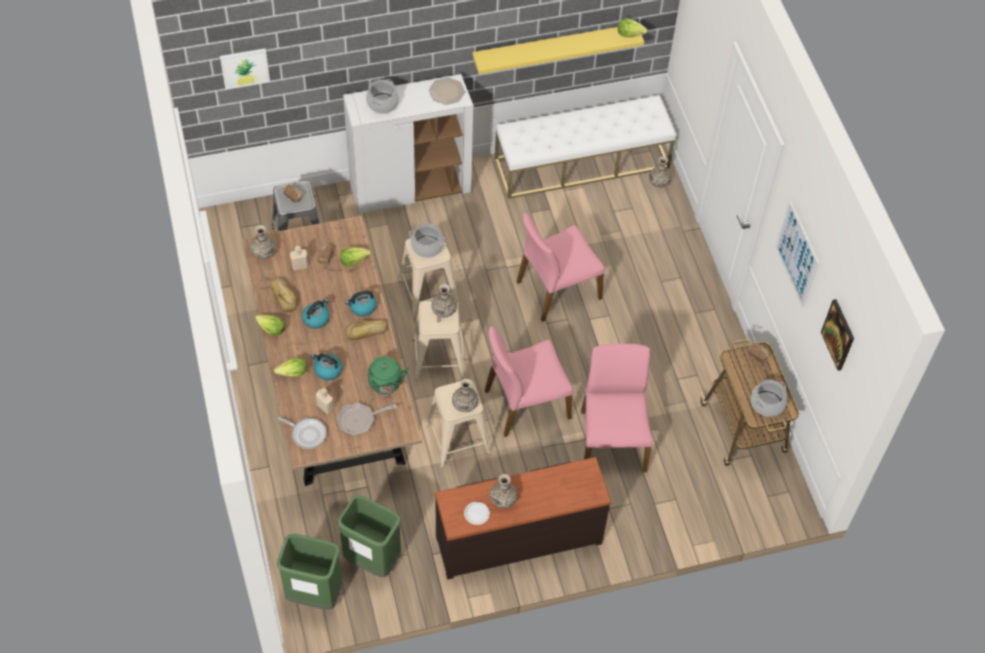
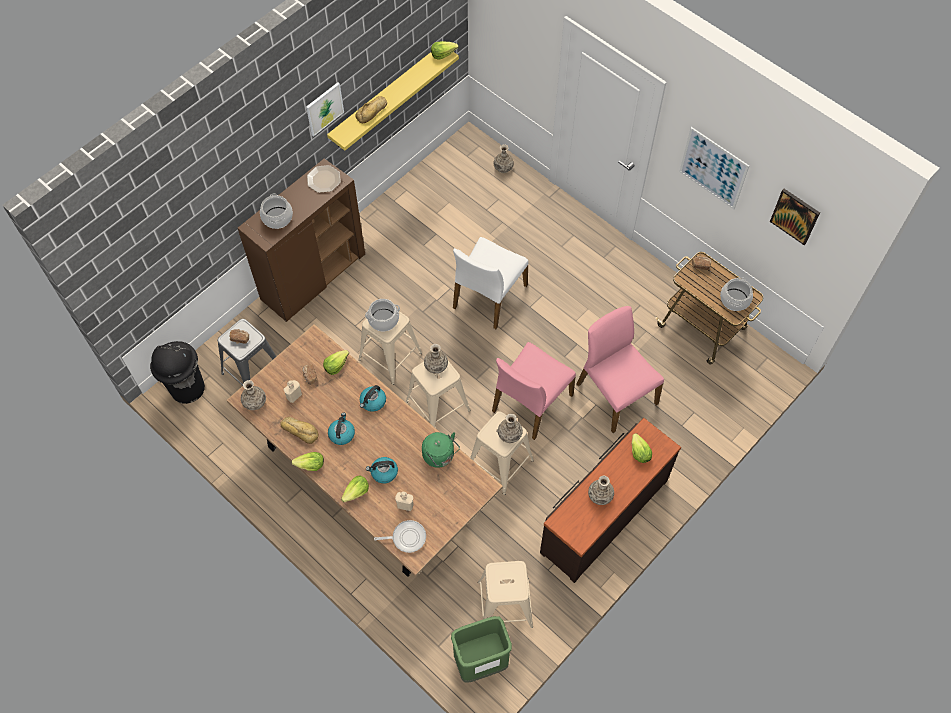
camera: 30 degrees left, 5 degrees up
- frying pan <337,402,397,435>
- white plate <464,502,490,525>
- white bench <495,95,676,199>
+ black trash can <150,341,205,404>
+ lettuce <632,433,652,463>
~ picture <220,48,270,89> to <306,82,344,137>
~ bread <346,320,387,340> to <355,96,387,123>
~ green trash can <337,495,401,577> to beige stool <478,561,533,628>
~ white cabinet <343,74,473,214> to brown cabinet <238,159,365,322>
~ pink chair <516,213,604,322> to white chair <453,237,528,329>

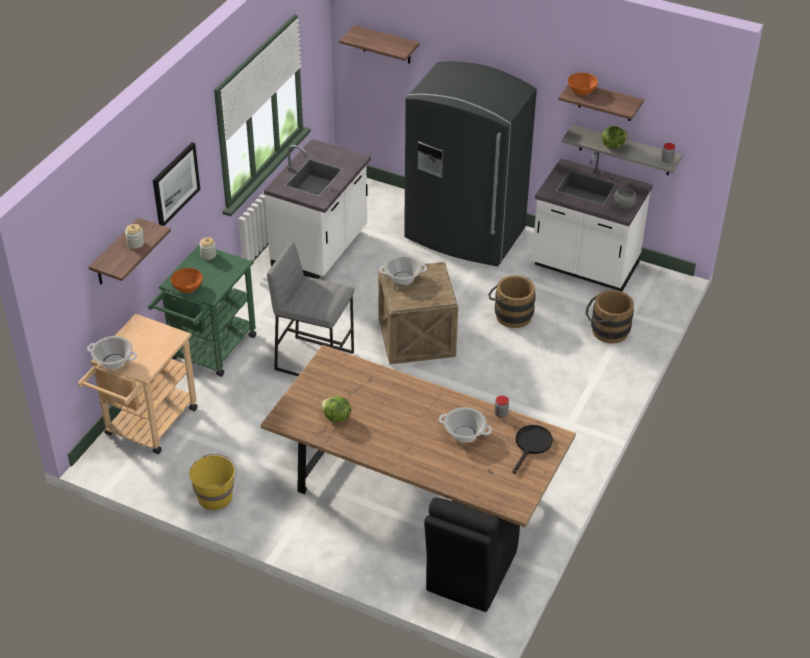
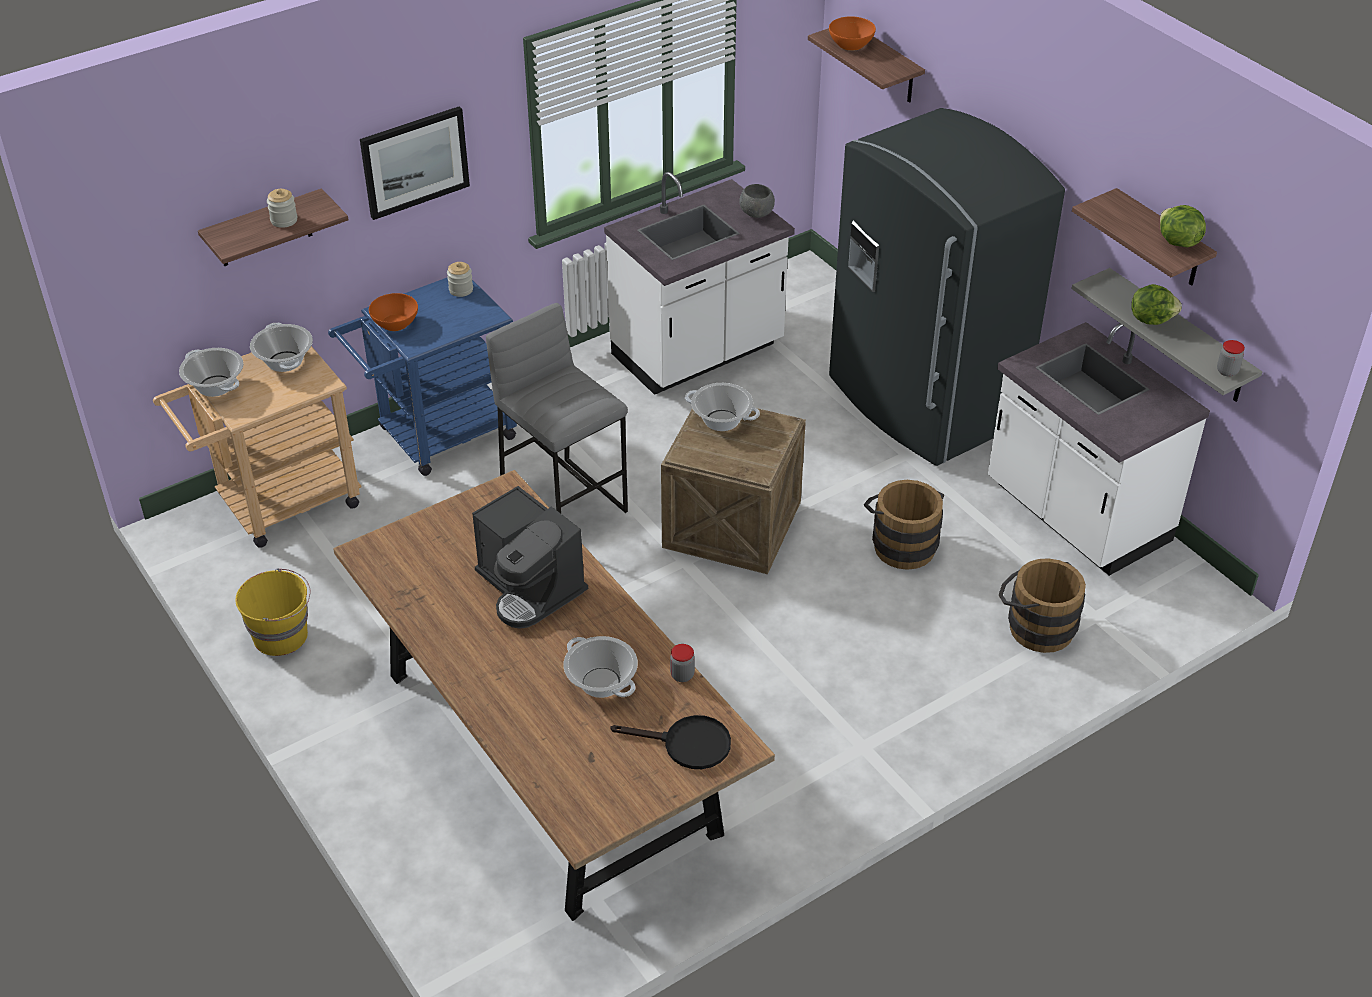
camera: 30 degrees right, 0 degrees up
- black chair <424,498,520,612>
+ cooking pot <250,322,313,372>
+ coffee machine <472,486,588,629>
~ lettuce <321,396,351,422> to <1160,205,1206,248>
~ orange bowl <568,73,598,95> to <829,16,876,51>
~ grey bowl <613,187,637,209> to <739,184,775,218>
~ green cart <148,245,256,377> to blue cart <328,278,517,476>
~ black frying pan <512,425,553,474> = <610,715,731,769> 45 degrees clockwise

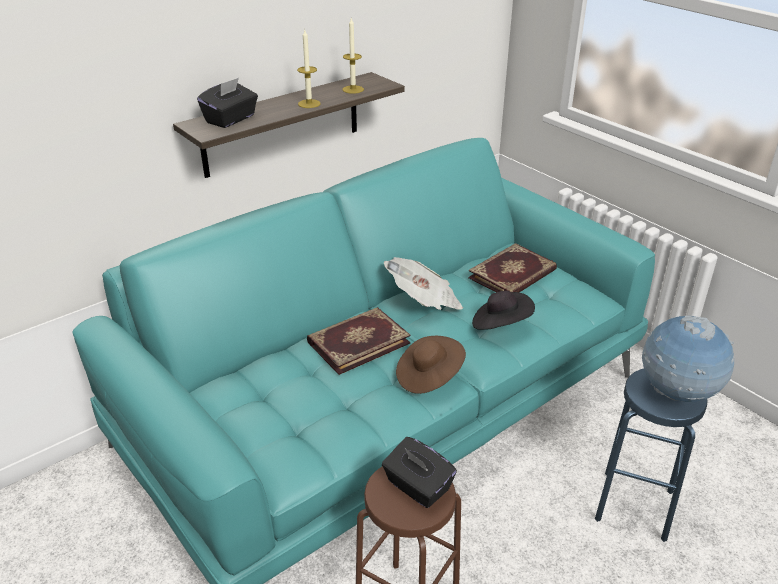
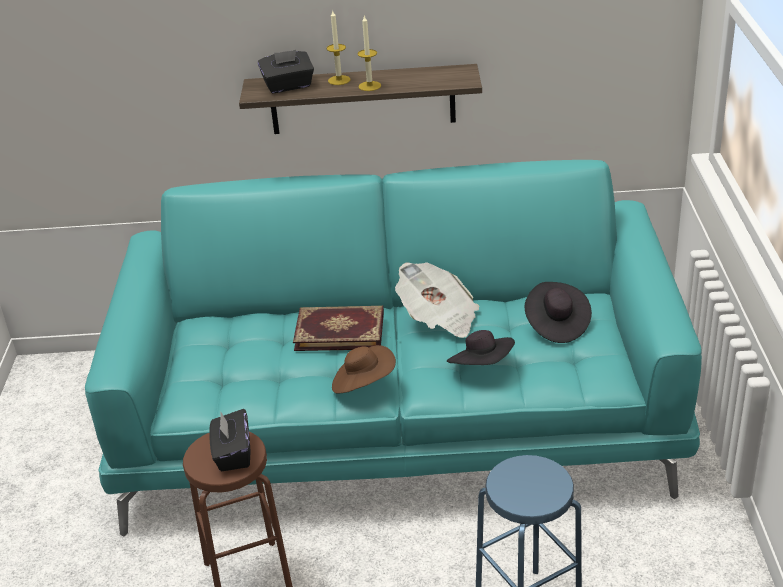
camera: 40 degrees right, 0 degrees up
- globe <642,315,735,402>
~ candle <343,18,364,94> to <326,9,351,85>
~ book <468,243,557,293> to black hat <525,282,592,343>

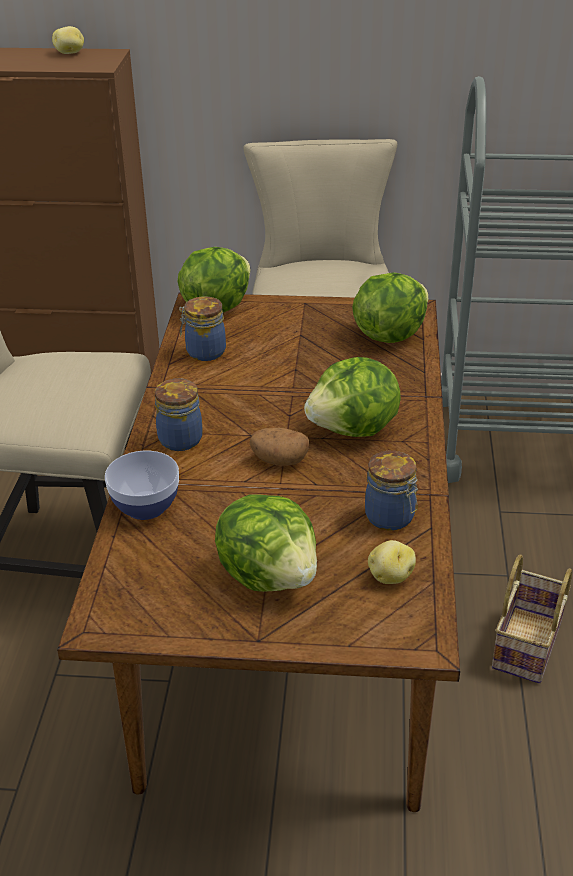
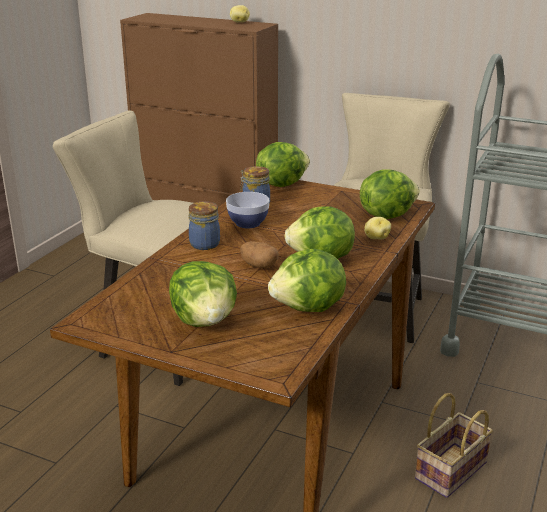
camera: 20 degrees right, 10 degrees down
~ bowl <105,451,179,520> to <226,192,269,228>
~ potato <368,540,416,584> to <365,217,391,240>
~ jar <365,451,418,530> to lettuce <268,249,346,312>

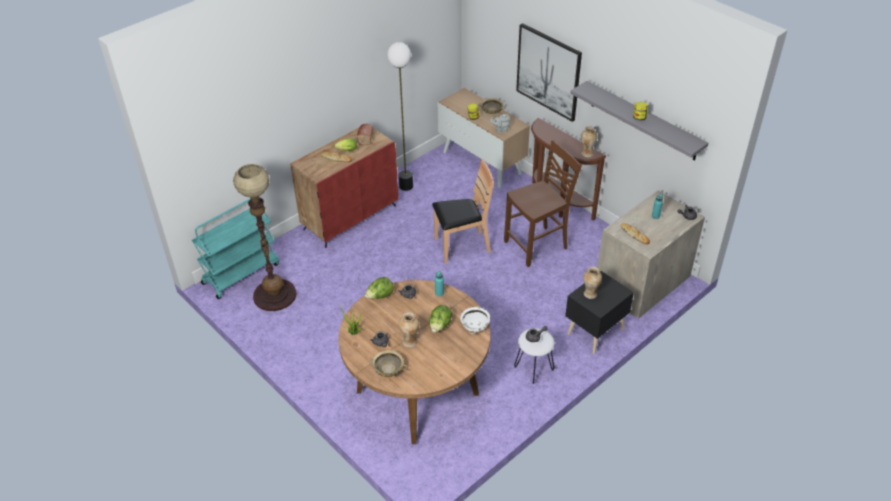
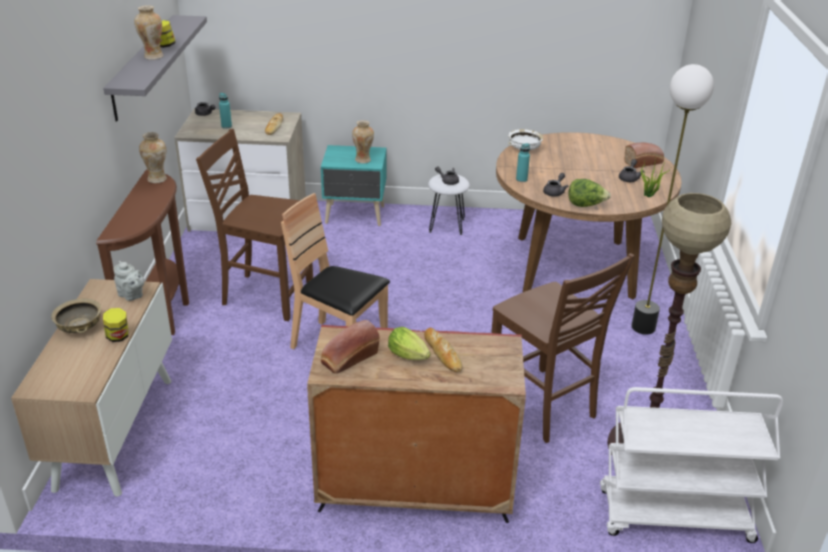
camera: 135 degrees left, 10 degrees down
- lettuce <429,305,452,333>
- picture <516,23,582,122>
+ brown chair <491,253,635,443>
~ floor lamp <387,42,413,191> to <632,64,714,335>
~ vase <399,312,419,348> to <134,5,164,60>
~ beige bowl <369,350,407,377> to bread <624,143,664,168>
~ turquoise cart <192,197,279,299> to white cart <600,387,783,543>
~ black nightstand <565,271,634,354> to turquoise nightstand <321,145,386,226>

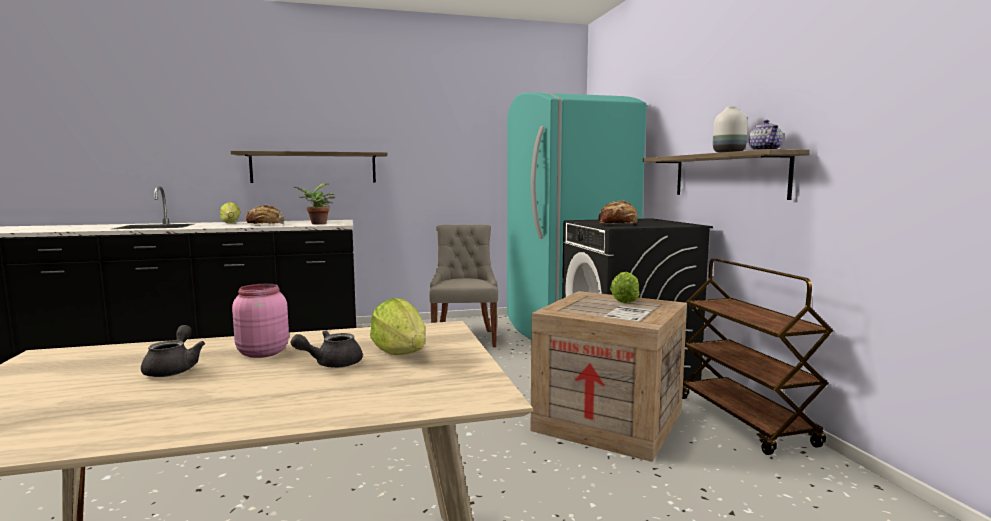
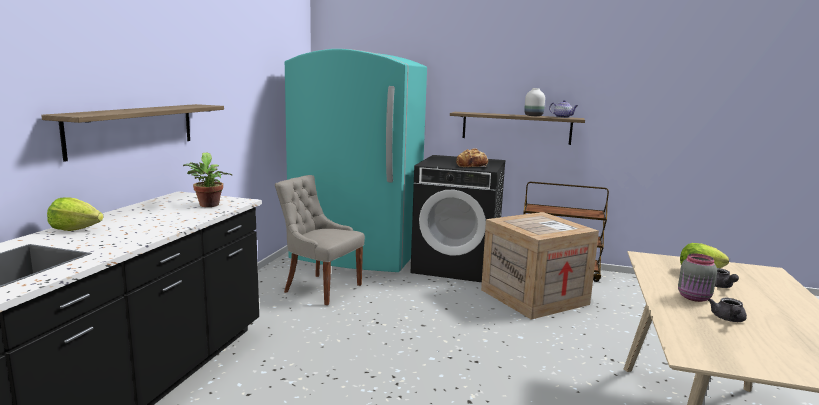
camera: 60 degrees left, 5 degrees up
- bread <246,204,285,224>
- lettuce <610,272,639,303>
~ pink jar <232,284,289,358> to grey jar <678,253,717,302>
~ grey teapot <141,325,205,377> = <708,298,747,322> 90 degrees counterclockwise

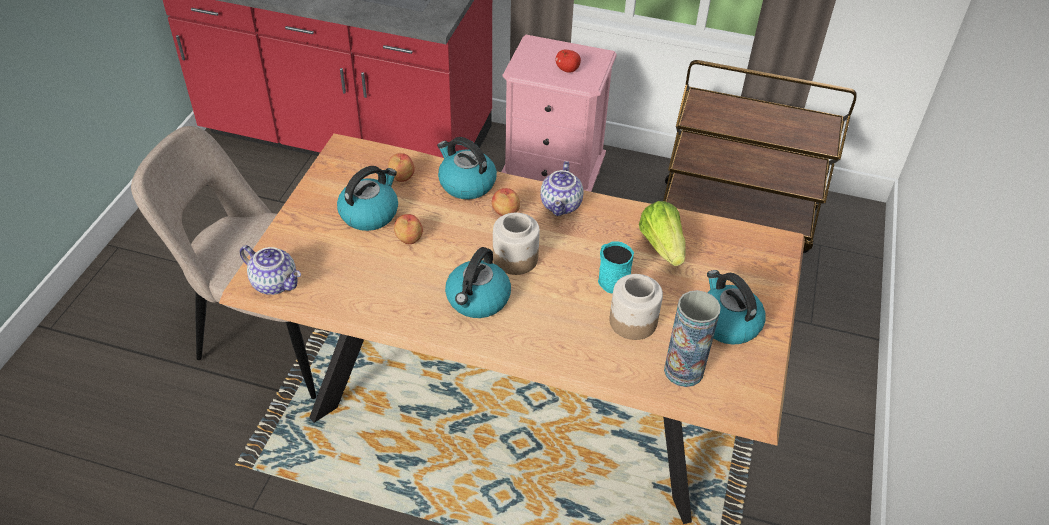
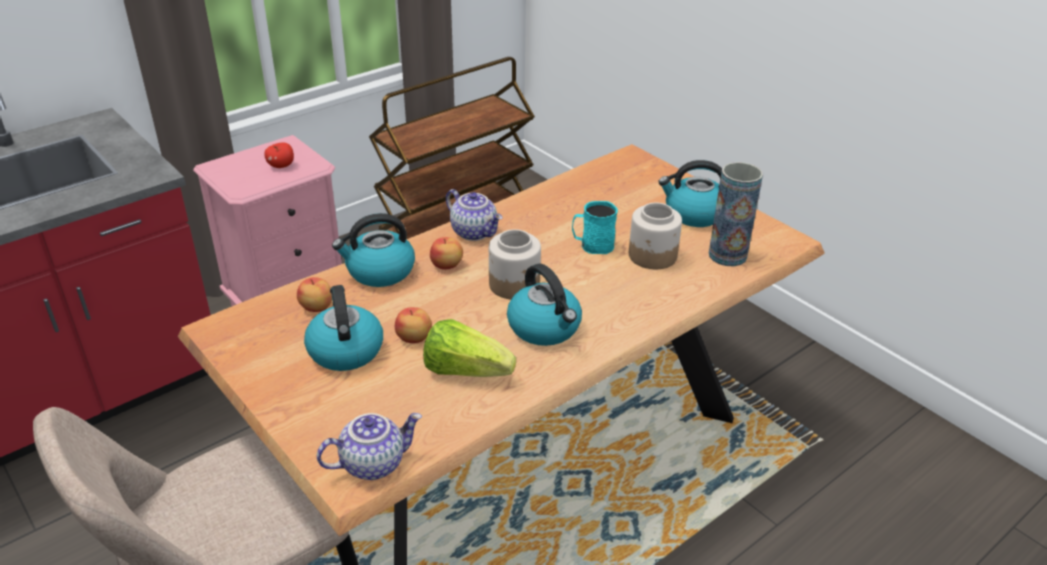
camera: 55 degrees left, 10 degrees down
~ lettuce <639,201,686,266> to <423,319,516,377>

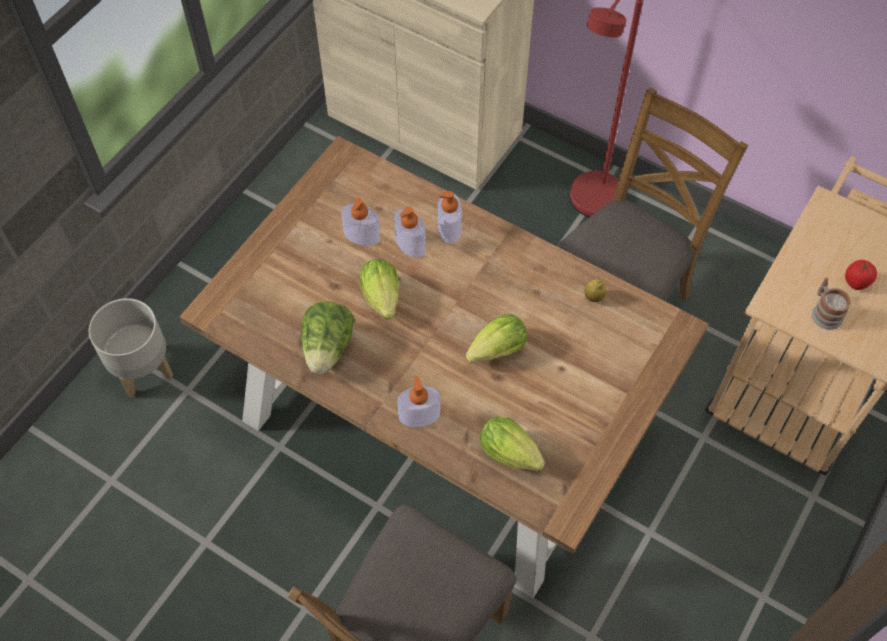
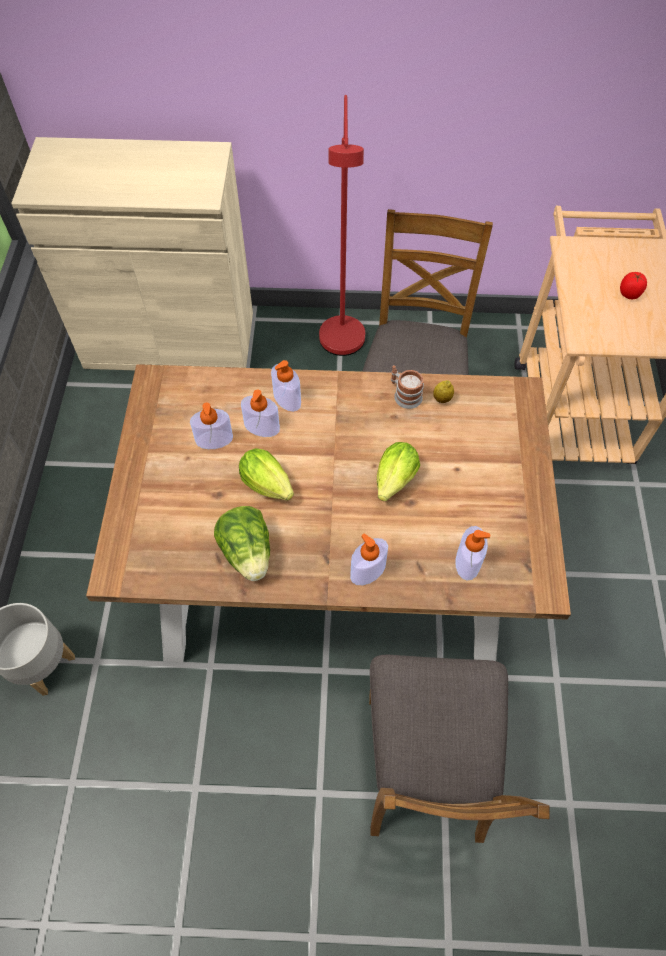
camera: 30 degrees left, 0 degrees up
~ mug <812,277,851,330> to <391,365,424,409>
~ lettuce <480,416,545,471> to soap dispenser <455,526,490,581>

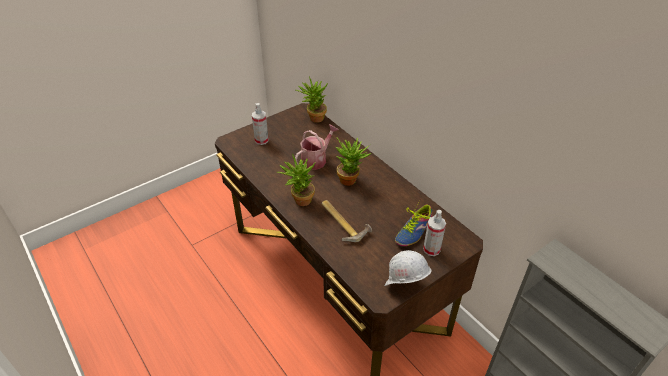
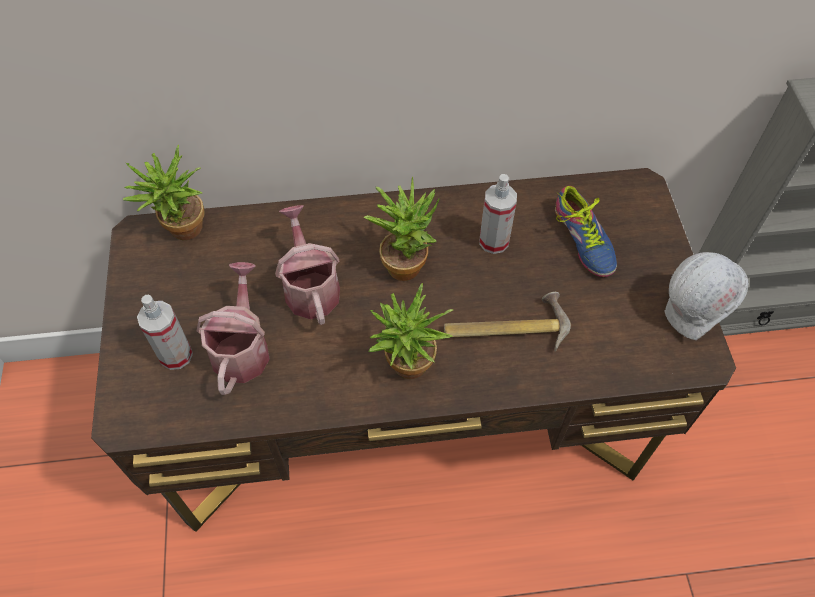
camera: 60 degrees left, 15 degrees up
+ watering can <197,262,270,395>
~ spray bottle <423,210,446,256> to <479,174,517,254>

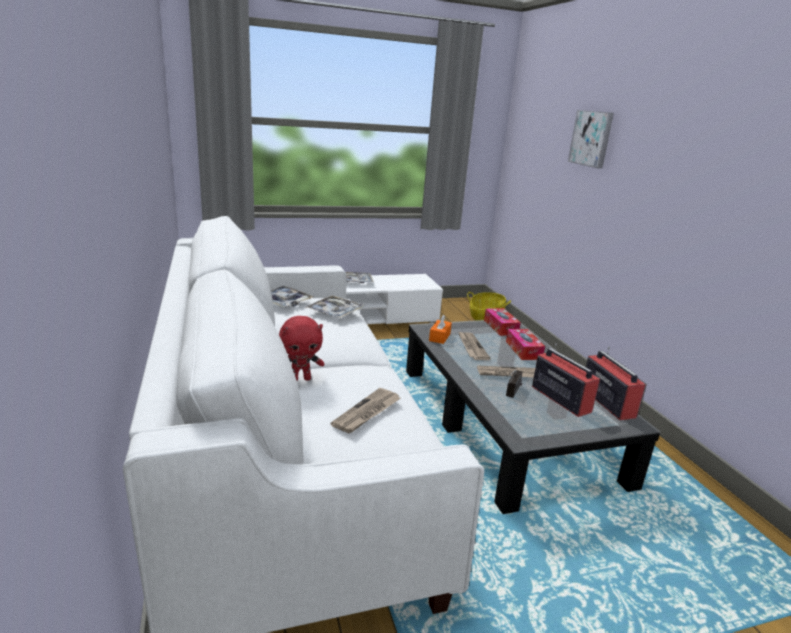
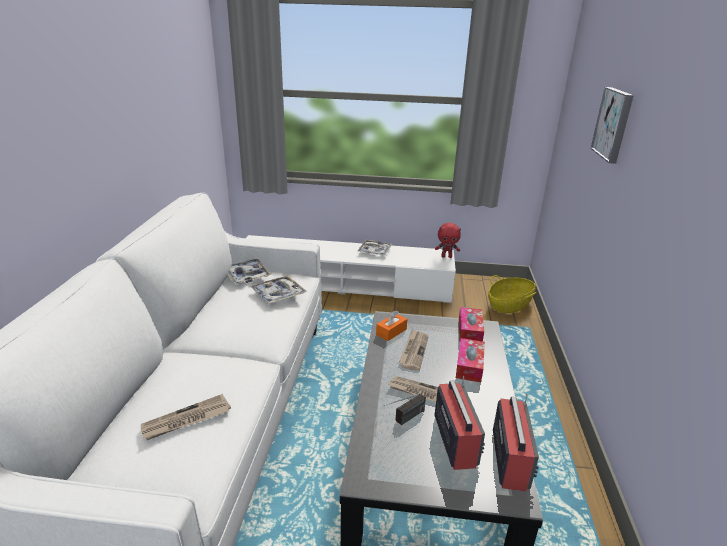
camera: 25 degrees right, 5 degrees up
~ red plush toy <279,316,324,381> to <435,223,461,258>

